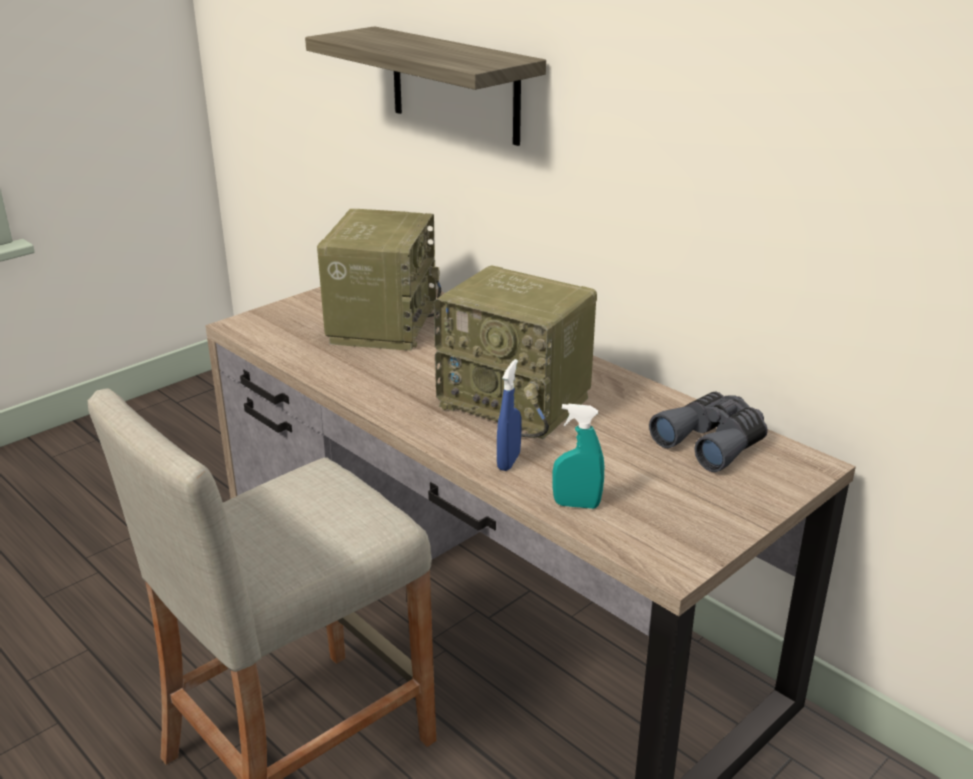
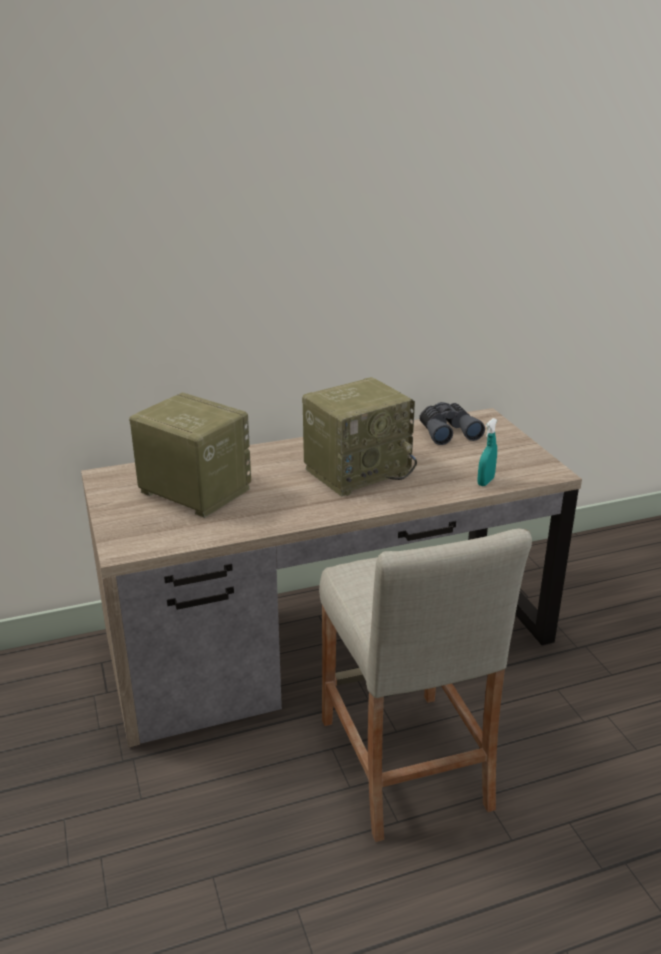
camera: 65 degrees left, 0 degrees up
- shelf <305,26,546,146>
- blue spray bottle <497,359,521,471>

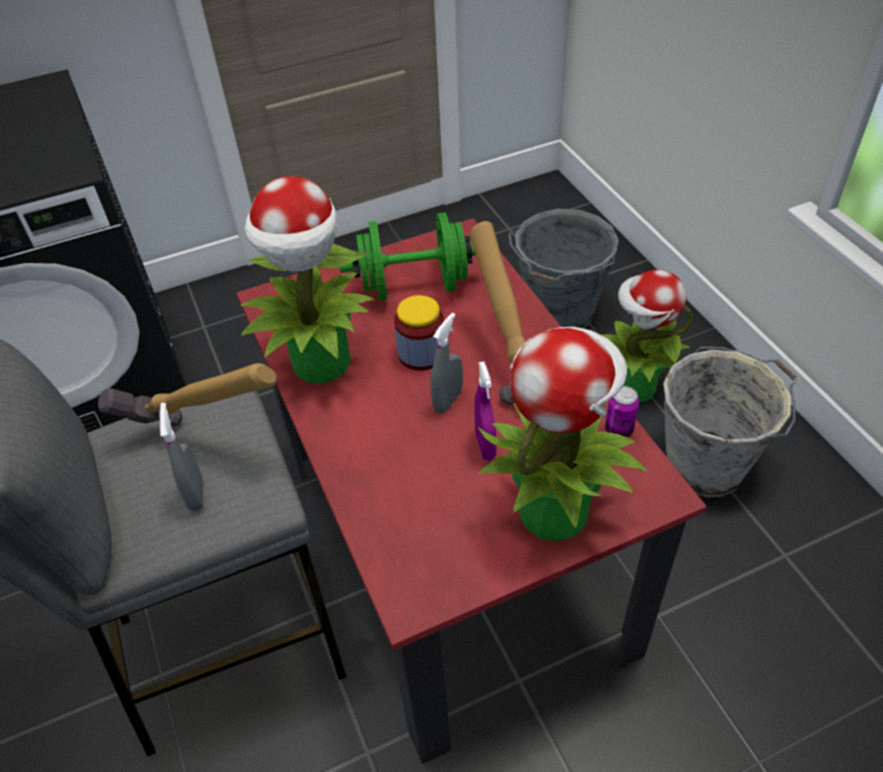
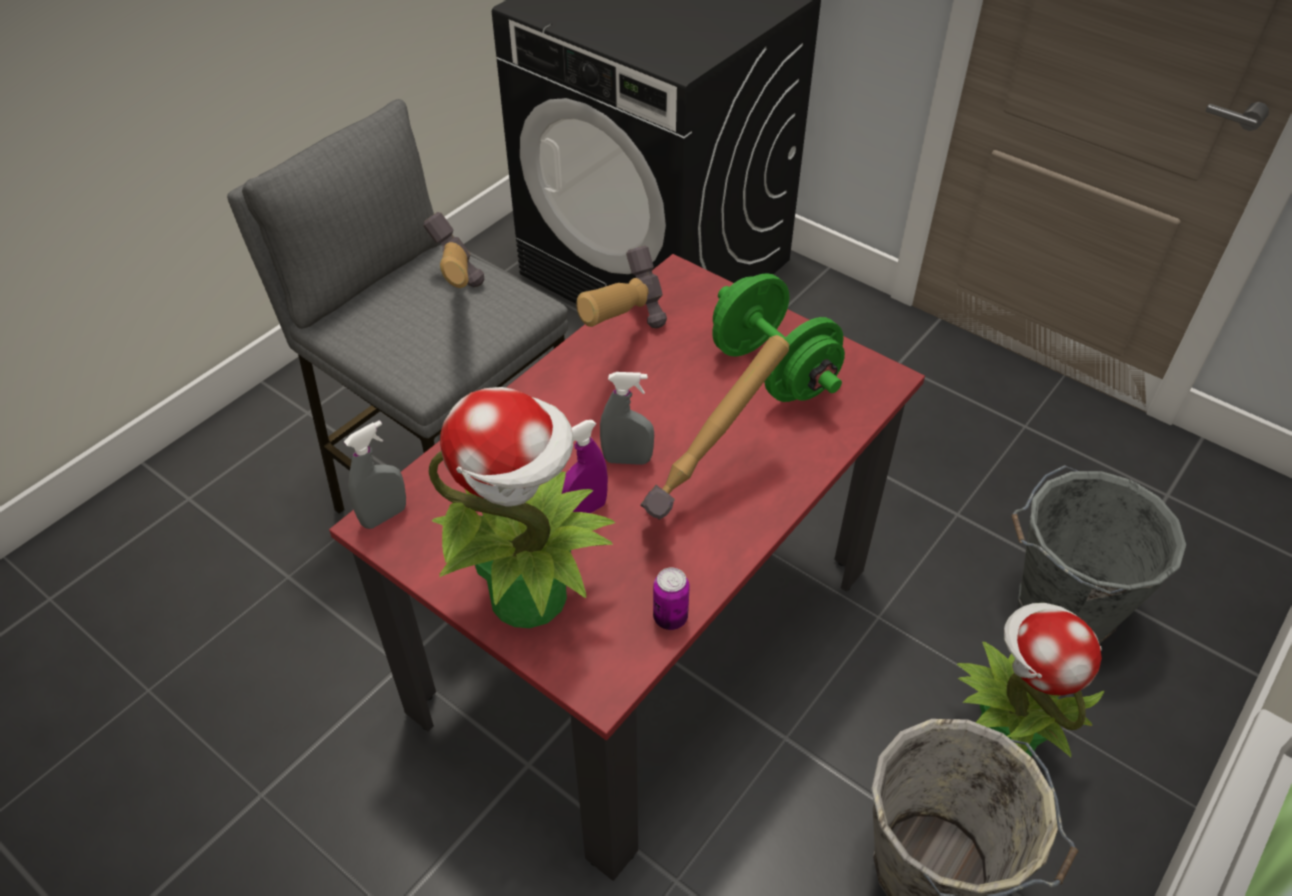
camera: 60 degrees right, 0 degrees up
- jar <394,295,444,371>
~ grey spray bottle <159,402,203,511> to <344,420,406,529>
~ potted plant <240,176,375,384> to hammer <576,245,667,329>

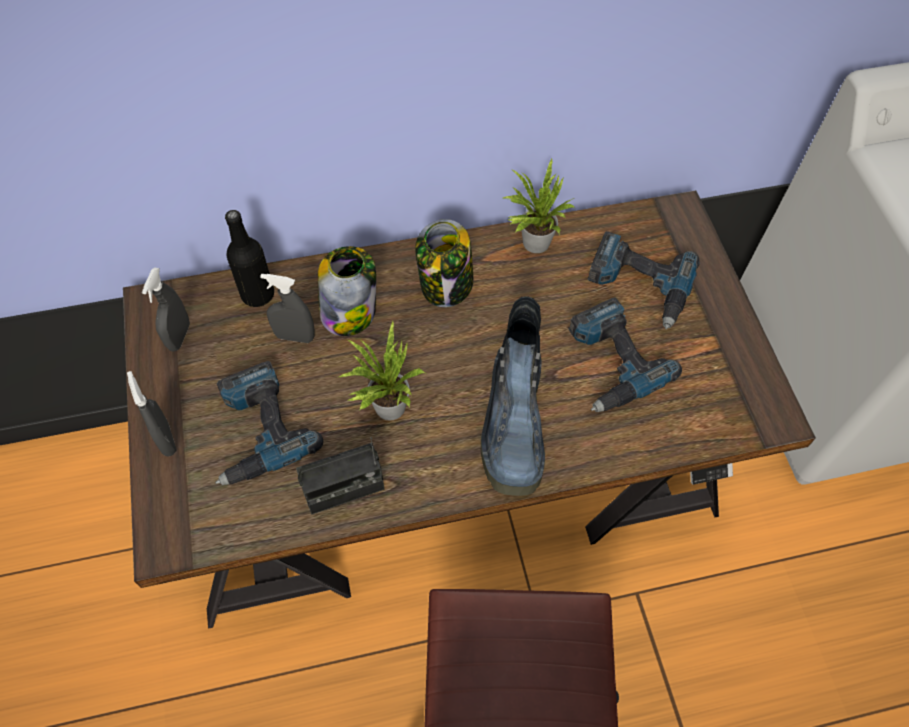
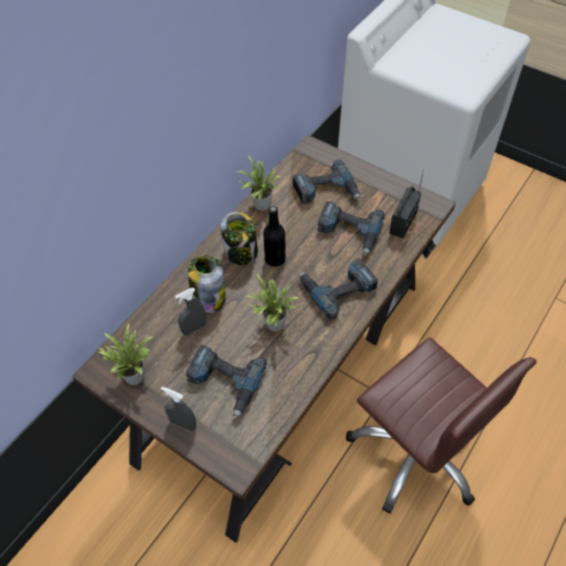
camera: 40 degrees left, 5 degrees down
~ black bottle <225,210,274,307> to <263,206,286,267>
~ radio <296,437,384,515> to <389,169,424,238>
~ grey spray bottle <142,267,190,352> to potted plant <97,323,154,385>
~ boot <481,296,545,496> to power drill <299,258,378,319>

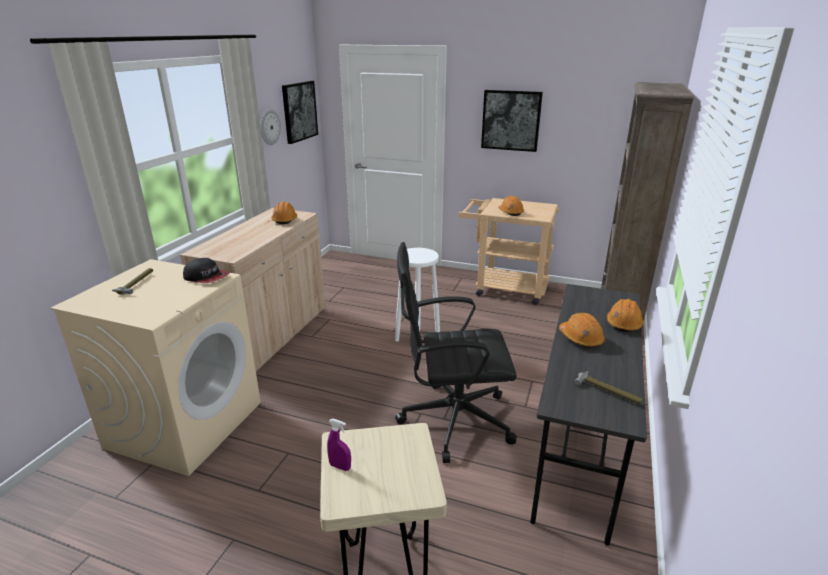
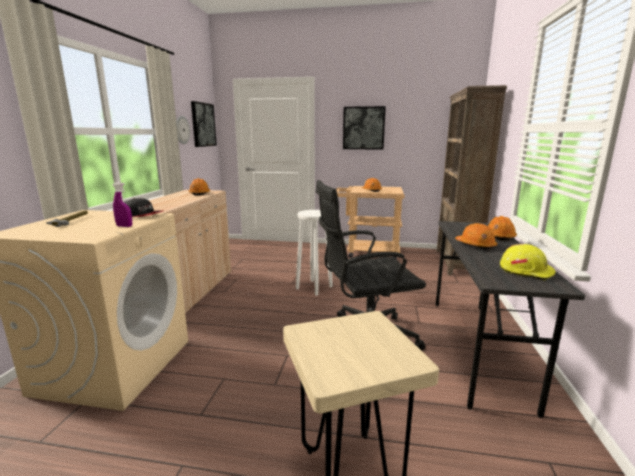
camera: 10 degrees left, 10 degrees down
~ purple spray bottle <327,419,351,471> to <113,183,132,227>
~ hammer <575,371,643,404> to yellow hard hat <500,244,556,281>

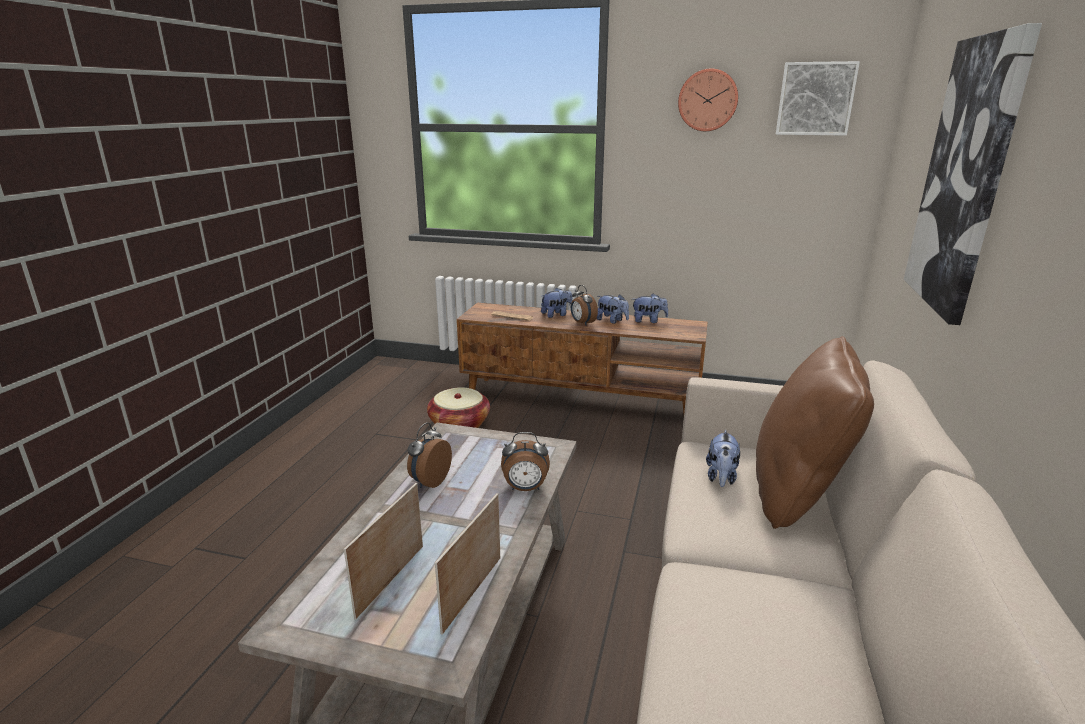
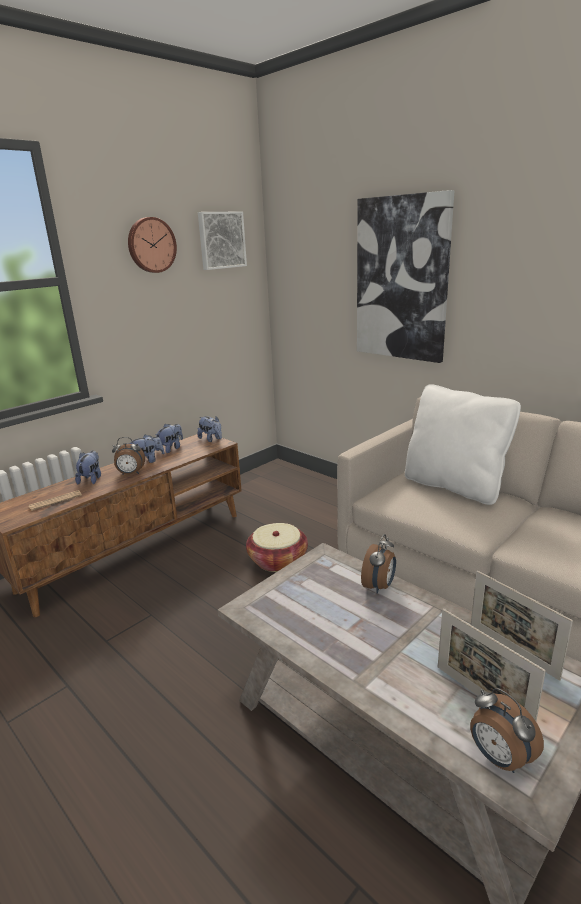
camera: 60 degrees left, 0 degrees up
~ alarm clock <407,422,452,488> to <470,688,544,773>
~ basket <427,387,490,428> to <246,523,308,572>
~ plush toy <706,430,740,487> to <198,416,222,442>
~ brown pillow <756,336,874,529> to white pillow <405,384,521,505>

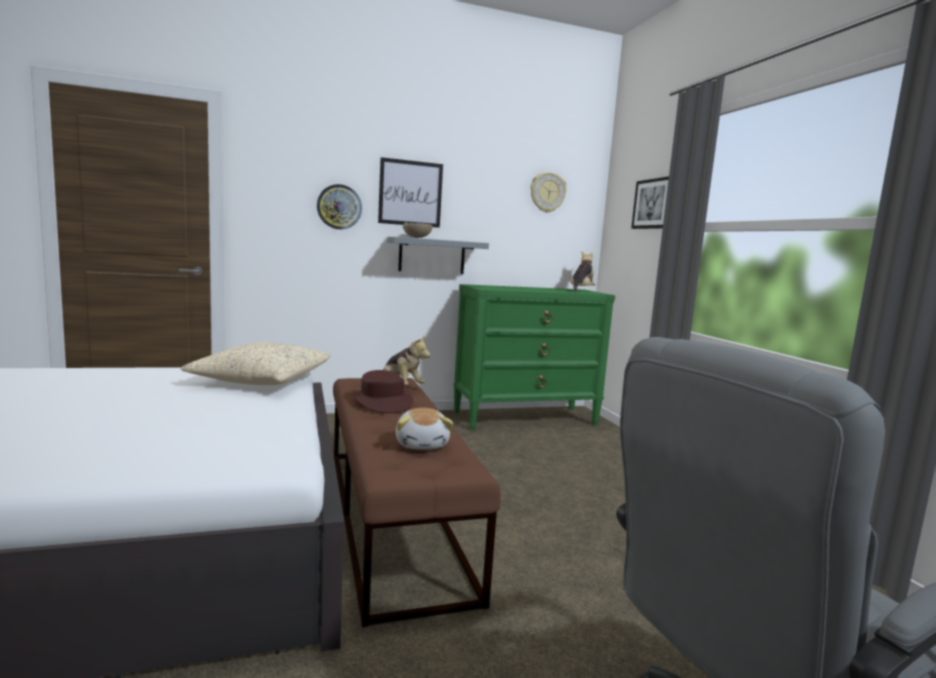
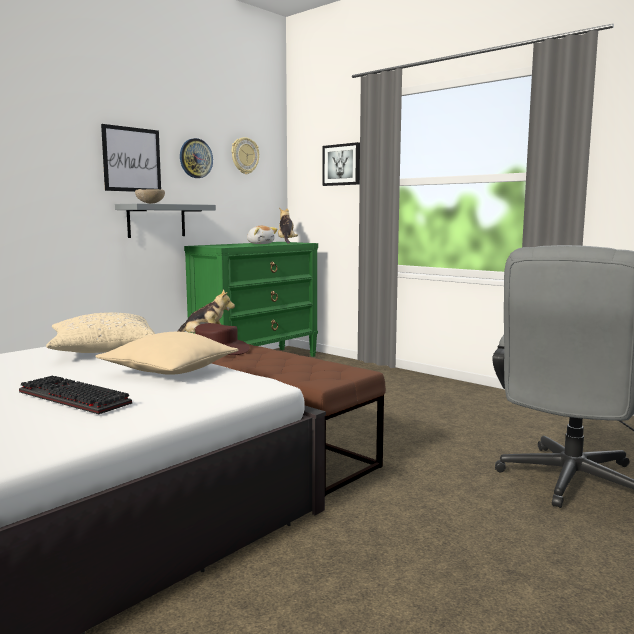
camera: 30 degrees left, 0 degrees up
+ keyboard <19,376,132,414>
+ beige pillow <95,332,239,375>
~ wall clock <317,184,362,229> to <180,138,213,178>
~ plush toy <396,408,453,449> to <247,226,277,244>

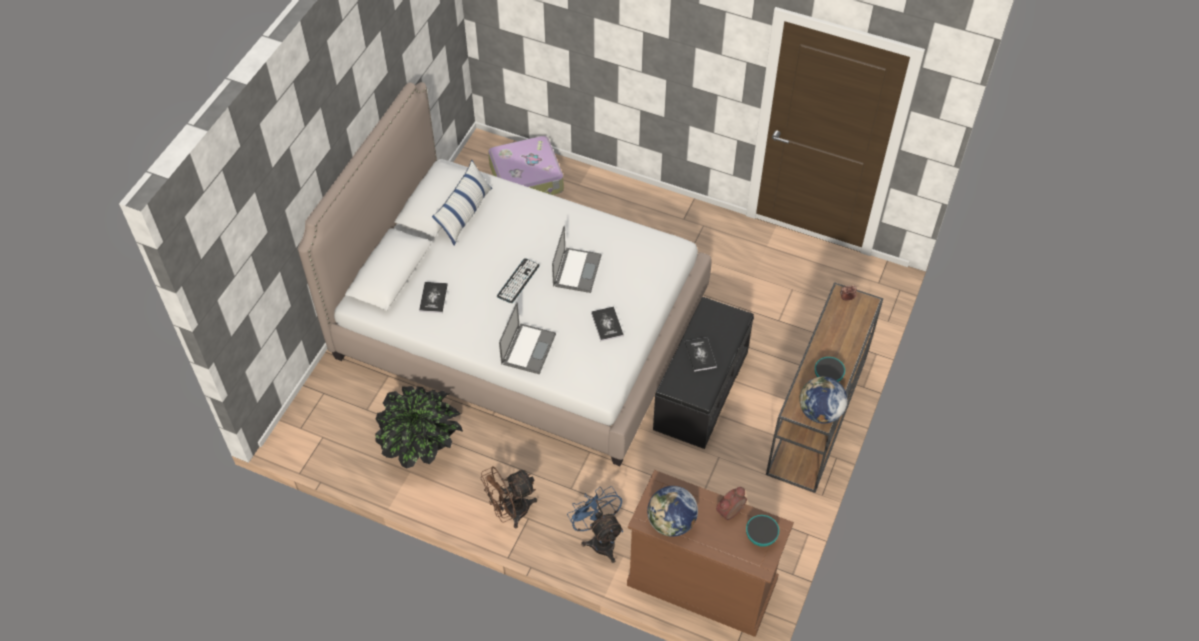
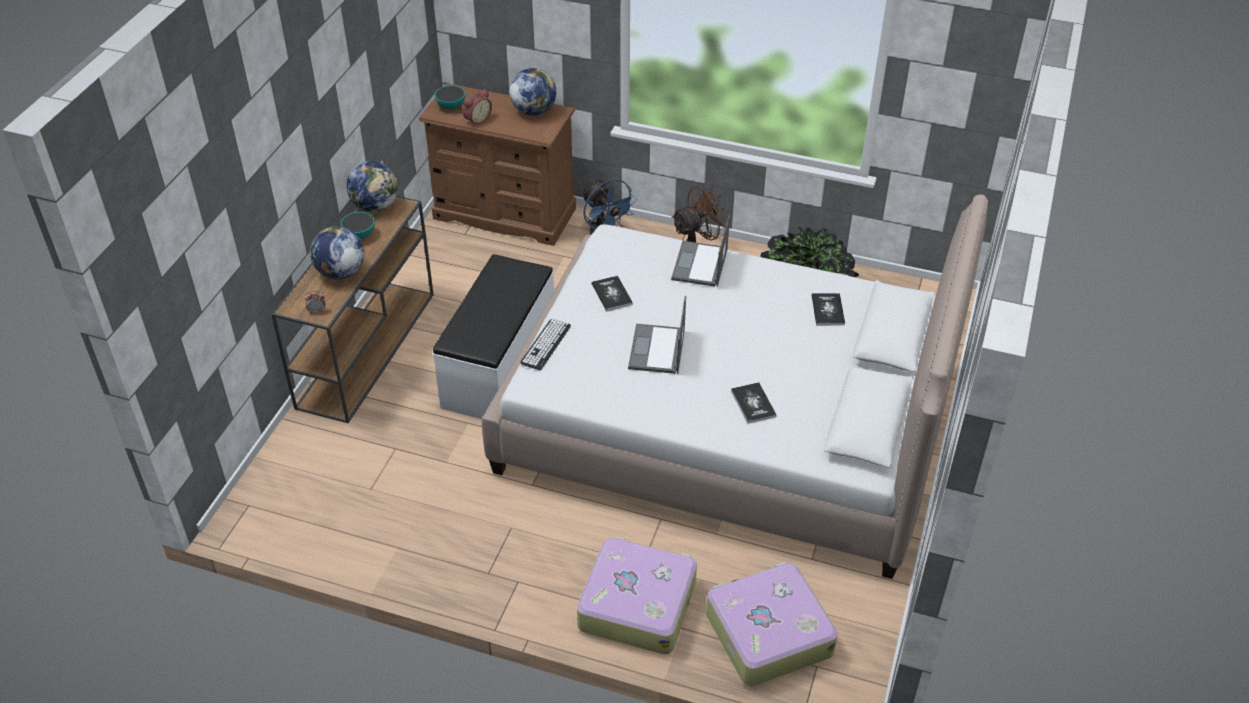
camera: 175 degrees right, 10 degrees down
- pillow <432,160,492,246>
+ globe <310,226,365,279>
+ suitcase <577,536,697,654>
~ keyboard <497,258,540,303> to <520,319,571,370>
~ book <685,337,717,372> to <731,382,777,424>
~ black bench <653,297,754,449> to white bench <432,254,554,419>

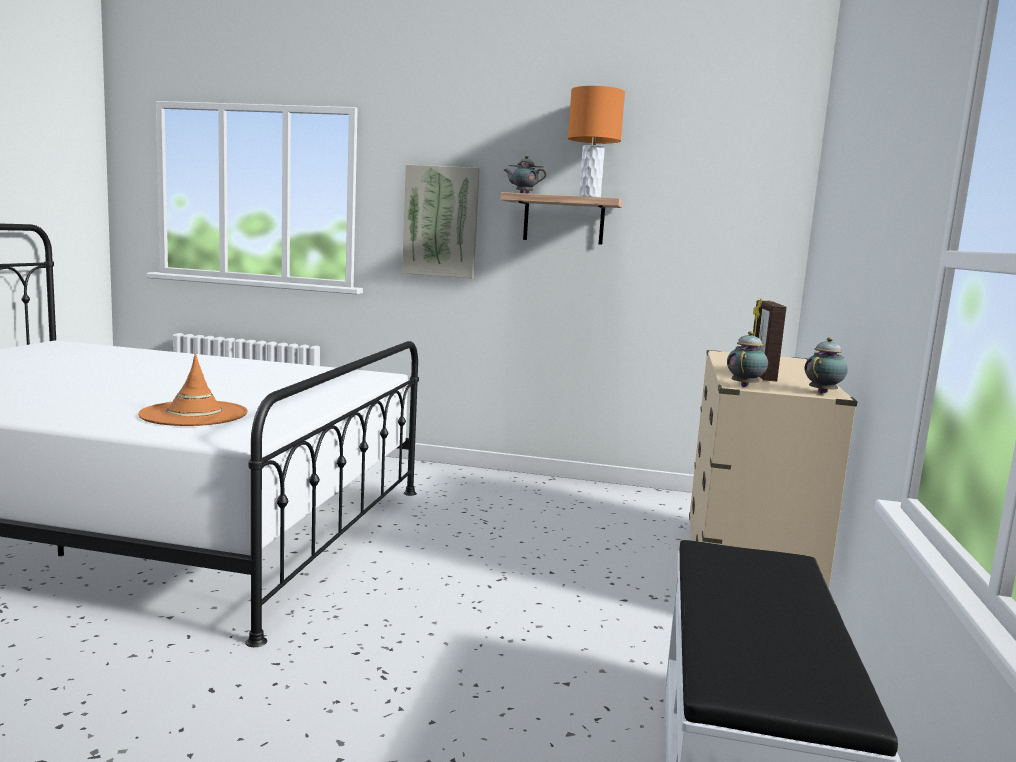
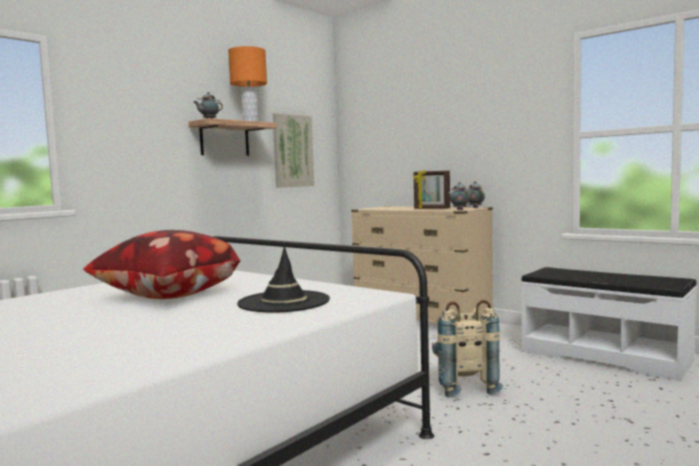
camera: 60 degrees left, 5 degrees down
+ pillow <84,230,241,299>
+ beige backpack <432,300,503,398>
~ picture <402,164,480,278> to <273,113,314,188>
~ orange hat <138,354,248,426> to black hat <237,246,330,313>

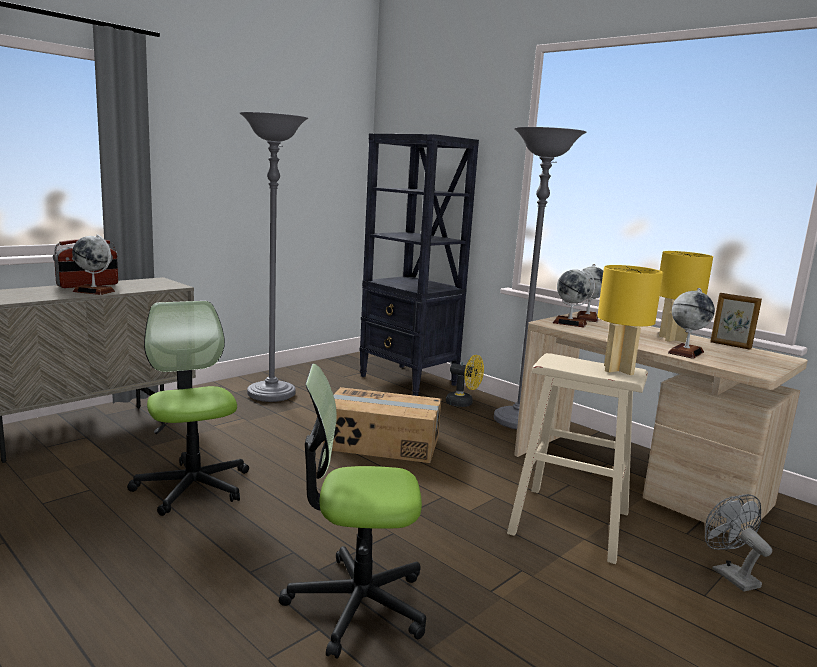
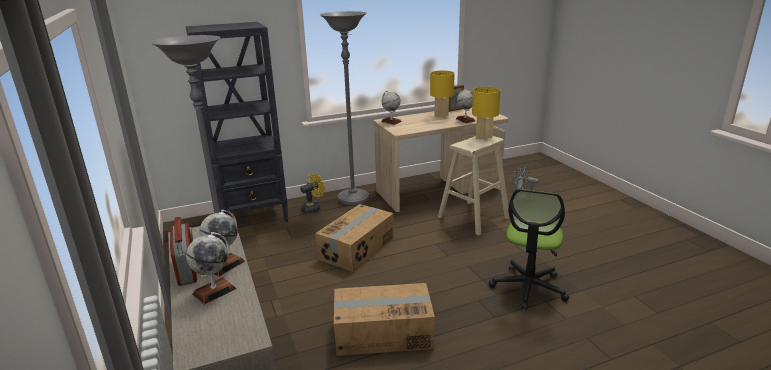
camera: 65 degrees left, 10 degrees up
~ globe <553,268,595,328> to <186,232,236,304>
~ office chair <127,301,249,516> to cardboard box <334,283,435,356>

